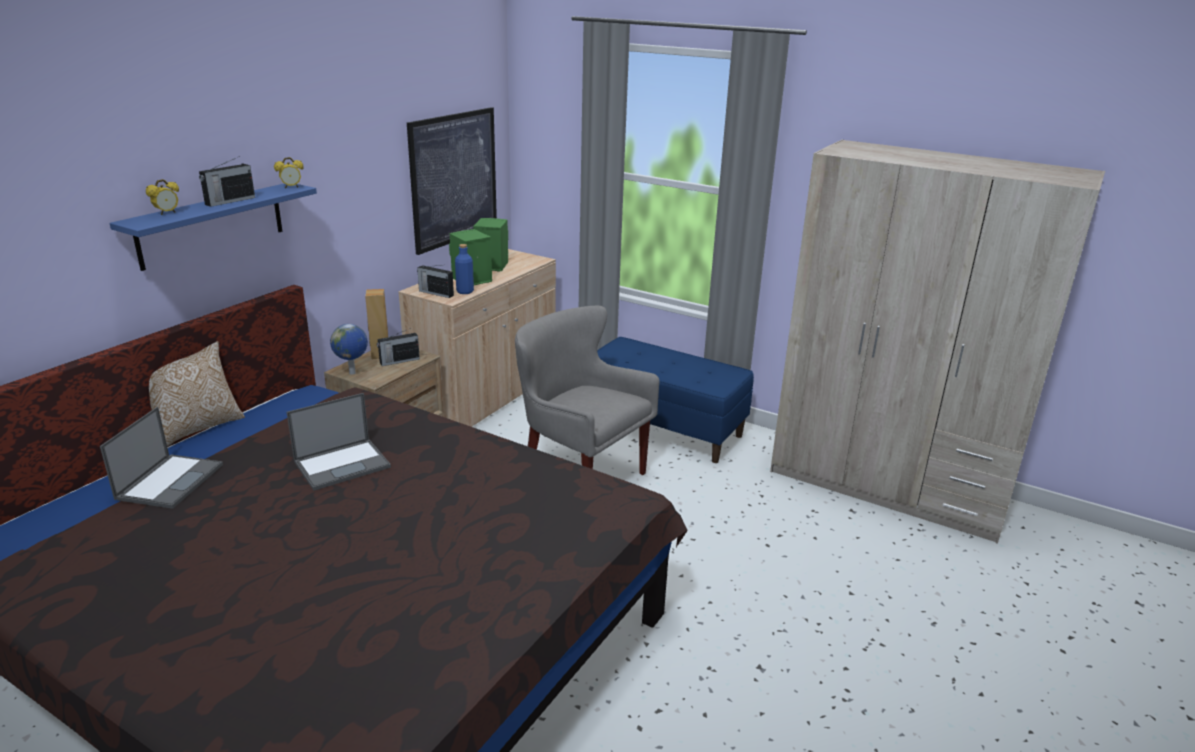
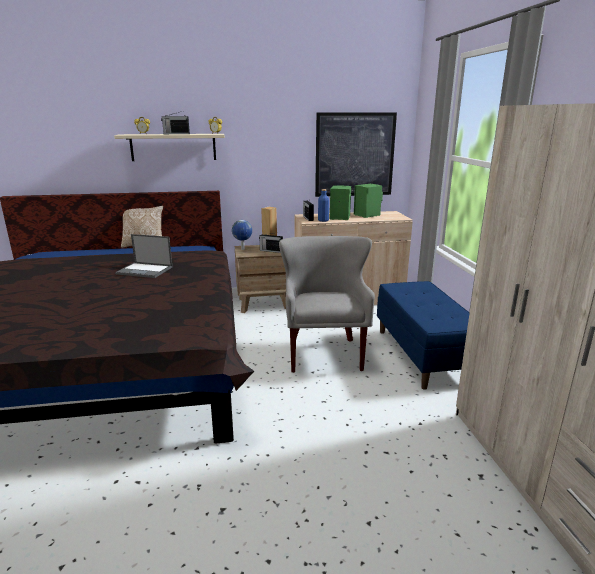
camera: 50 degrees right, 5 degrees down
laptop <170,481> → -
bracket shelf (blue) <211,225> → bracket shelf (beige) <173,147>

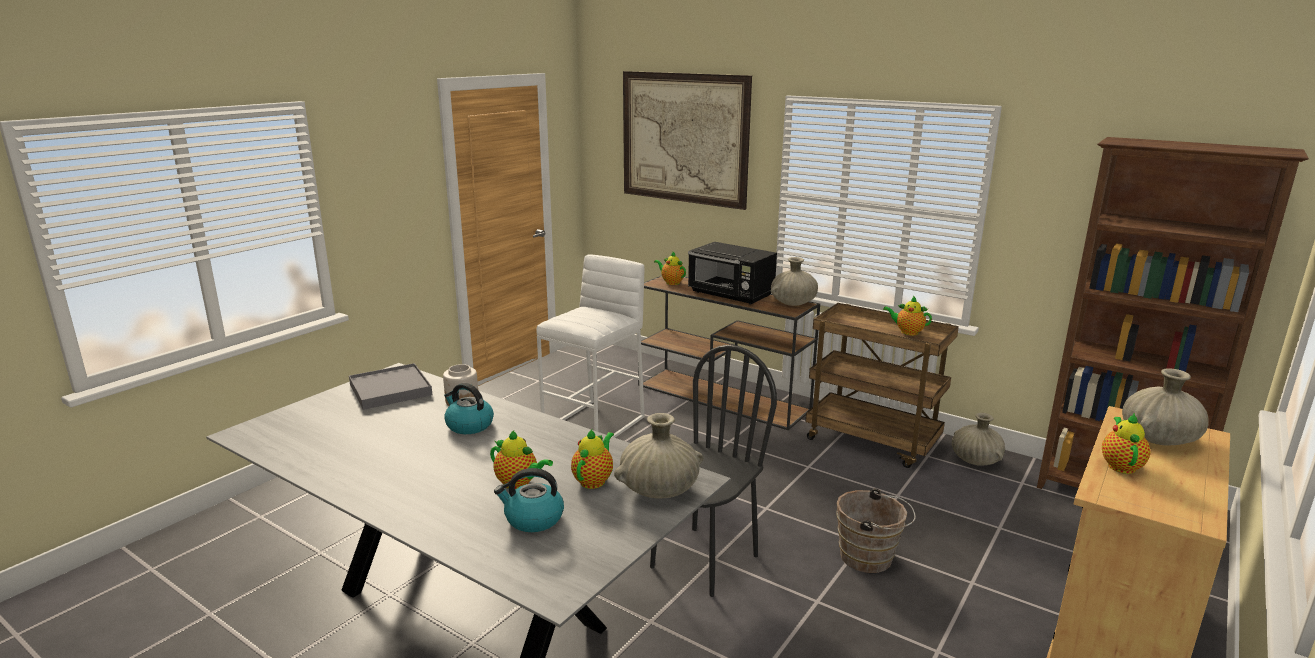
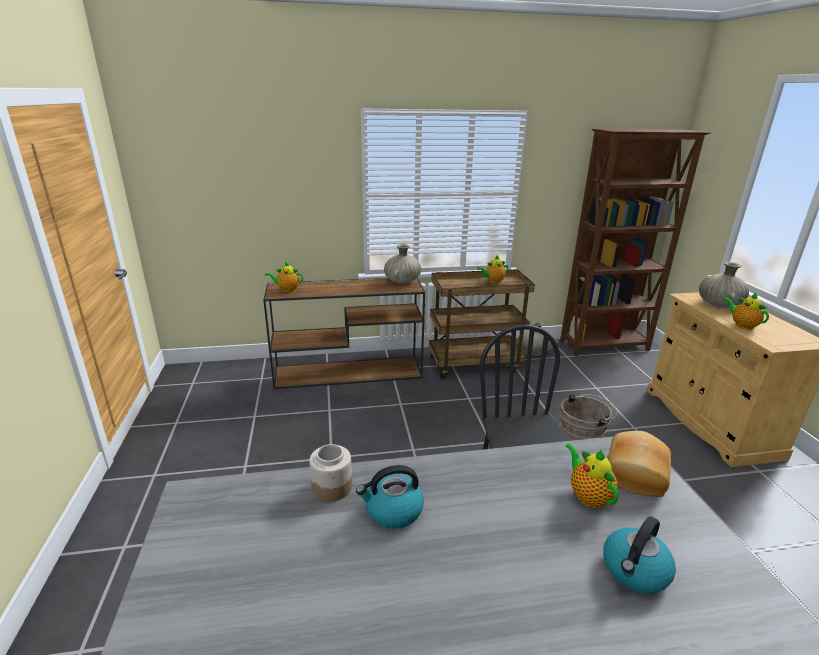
camera: 45 degrees left, 5 degrees up
tray (gray) <390,390> → -
pot for tea <519,484> → -
stool (whitish) <595,424> → -
wall picture <684,138> → -
kitchen microwave (black-coloured) <731,295> → -
vase (beige) <659,490> → baked bread <633,473>

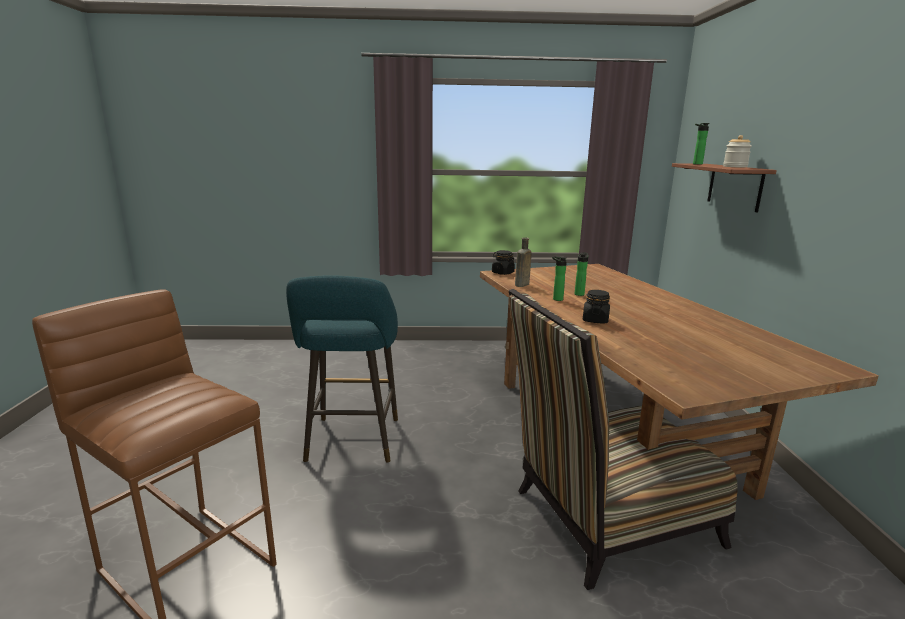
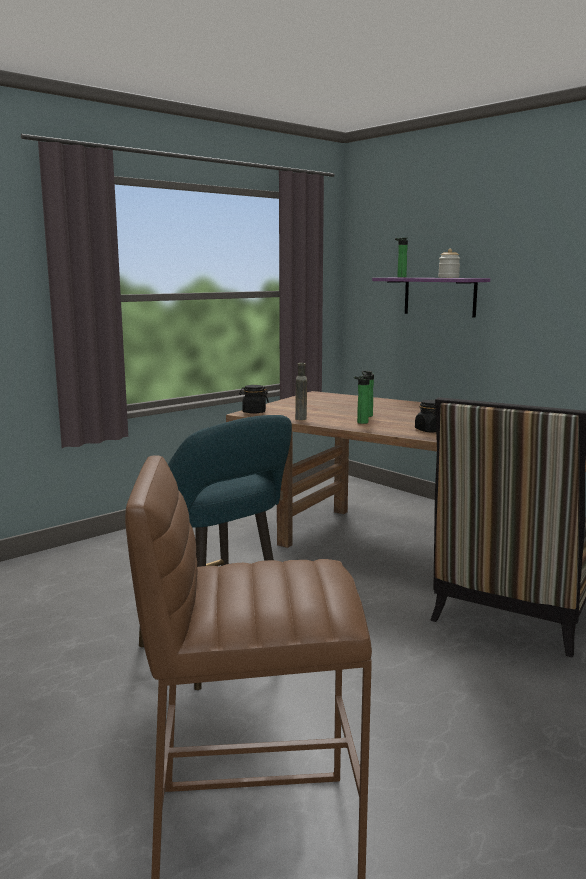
camera: 40 degrees left, 5 degrees down
bracket shelf (brownish) <734,186> → bracket shelf (purple-coloured) <439,296>

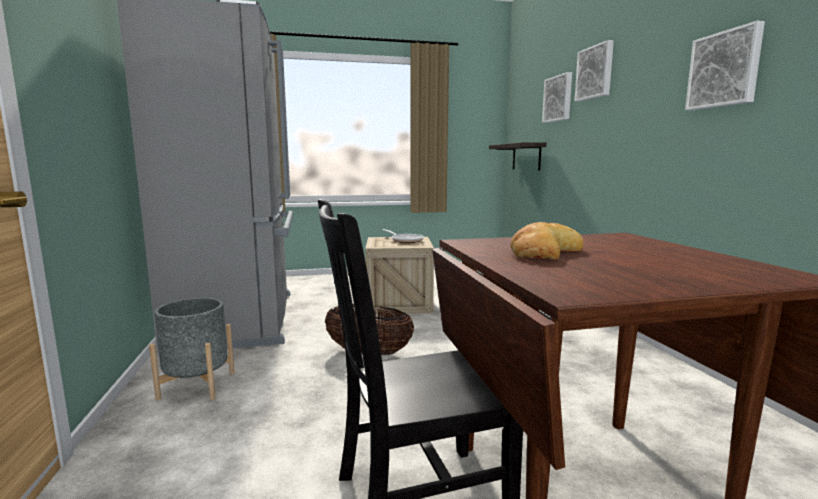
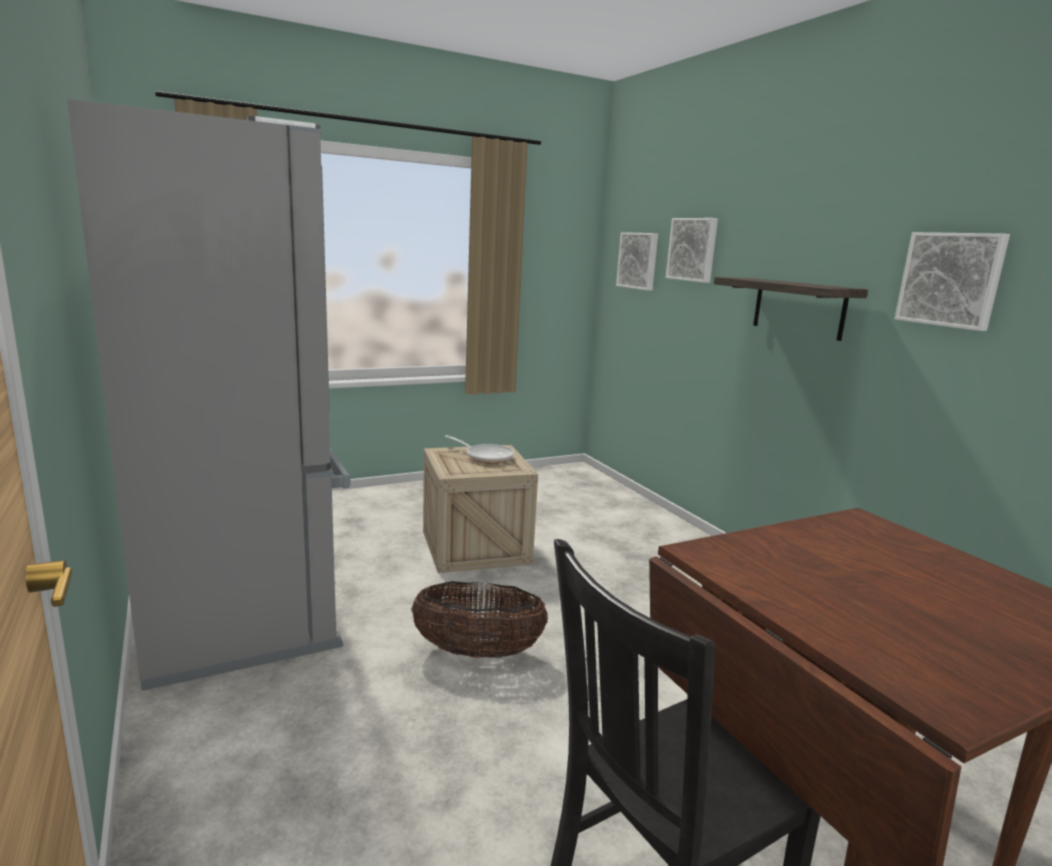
camera: 15 degrees left, 5 degrees up
plant pot (gray) <197,385> → -
baked bread <542,252> → -
bracket shelf <526,157> → bracket shelf <798,308>, moved
wall picture <595,72> → wall picture <638,260>, moved

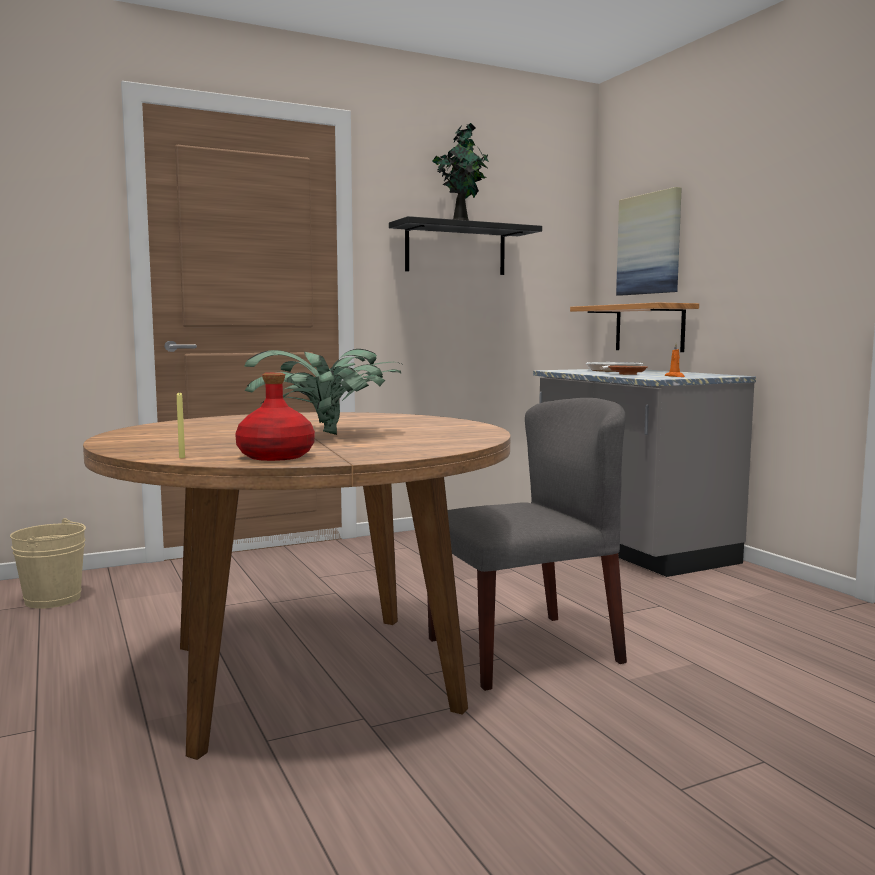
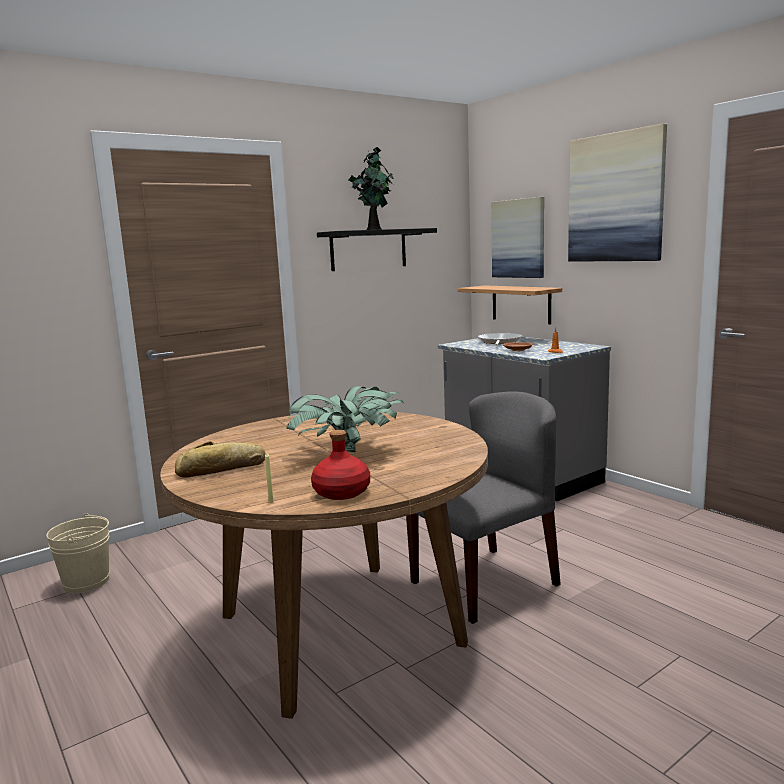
camera: 10 degrees left, 5 degrees up
- → baked bread <222,468>
- → wall picture <616,198>

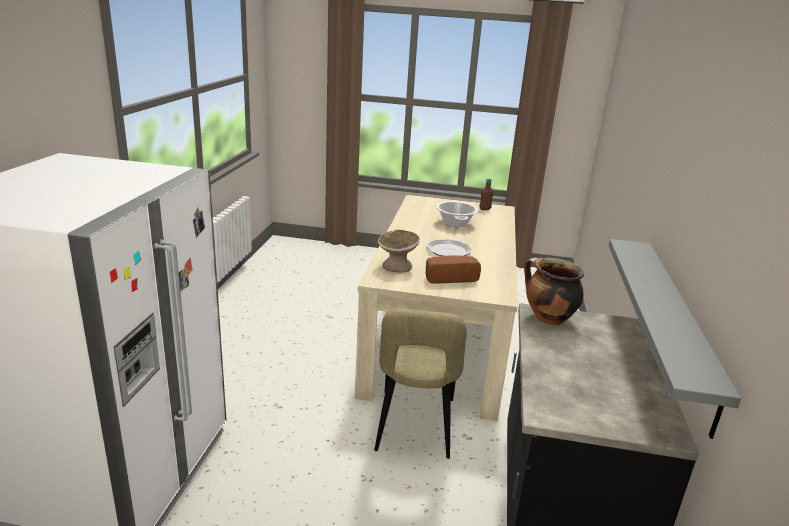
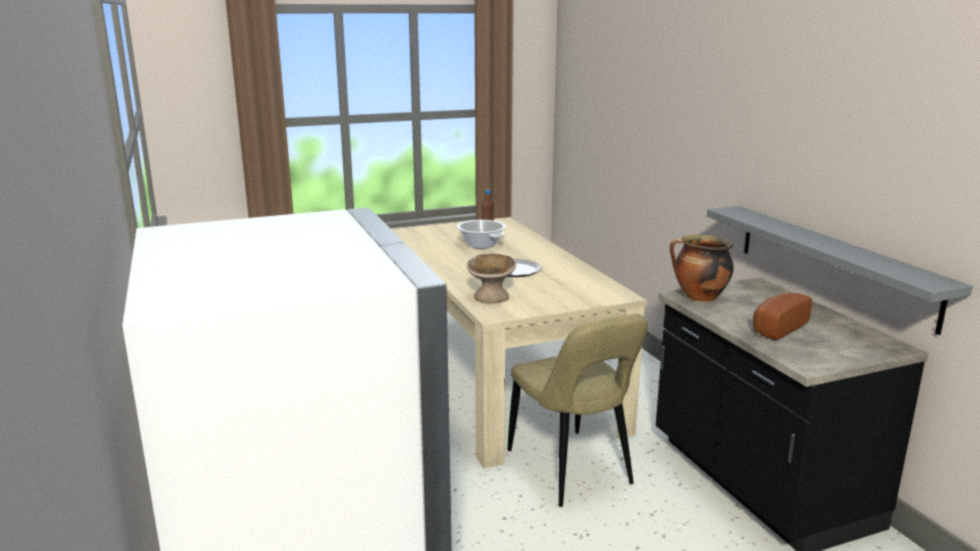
camera: 30 degrees left, 5 degrees down
baked bread <449,278> → baked bread <776,328>, moved

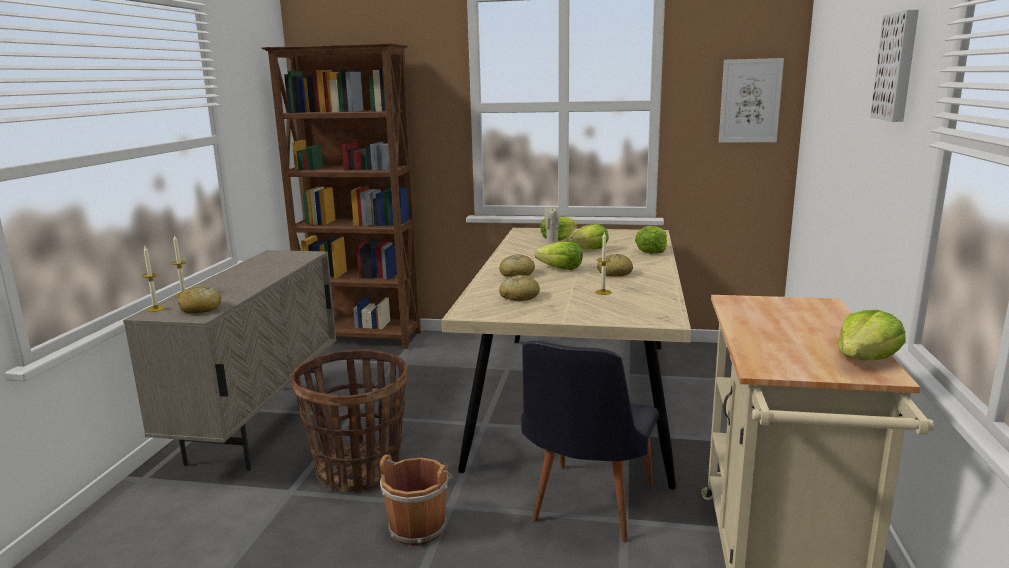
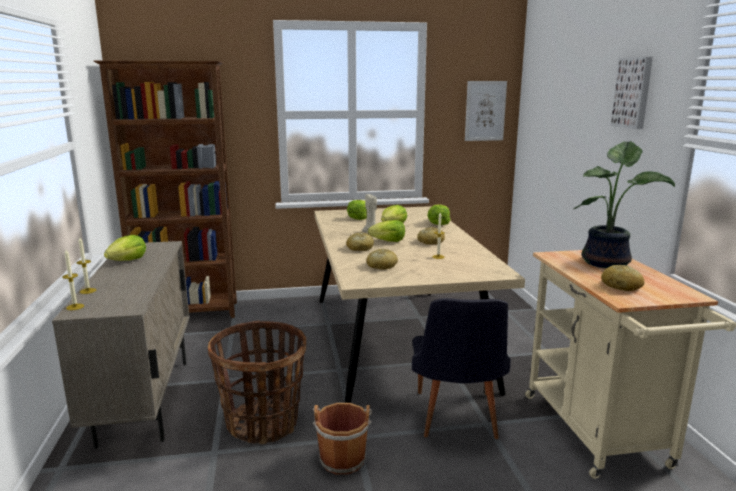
camera: 20 degrees left, 0 degrees up
- → potted plant <608,262>
baked bread <201,309> → baked bread <621,286>, moved
lettuce head <865,360> → lettuce head <128,261>, moved

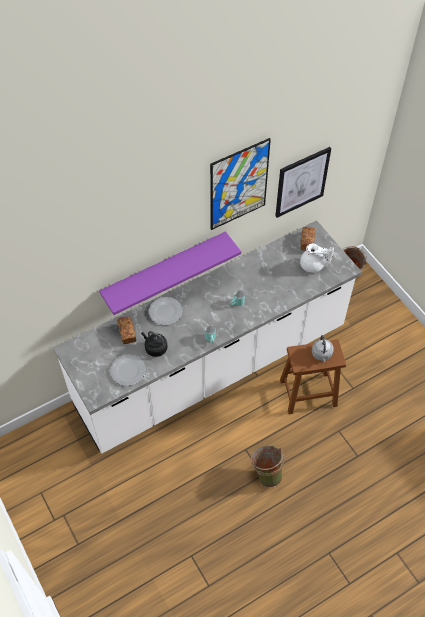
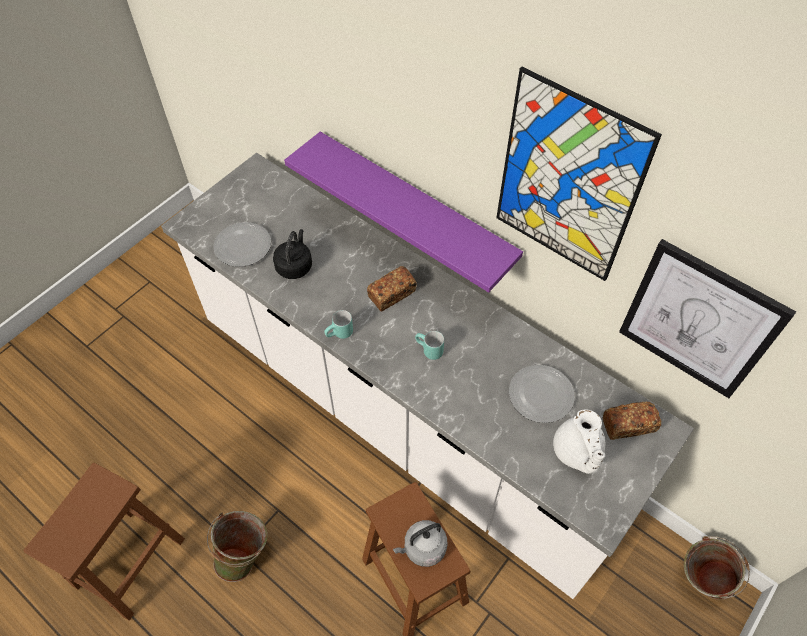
camera: 70 degrees right, 0 degrees up
- → stool (brownish) <128,564>
baked bread <127,333> → baked bread <392,294>, moved
flat dish <165,312> → flat dish <540,394>, moved

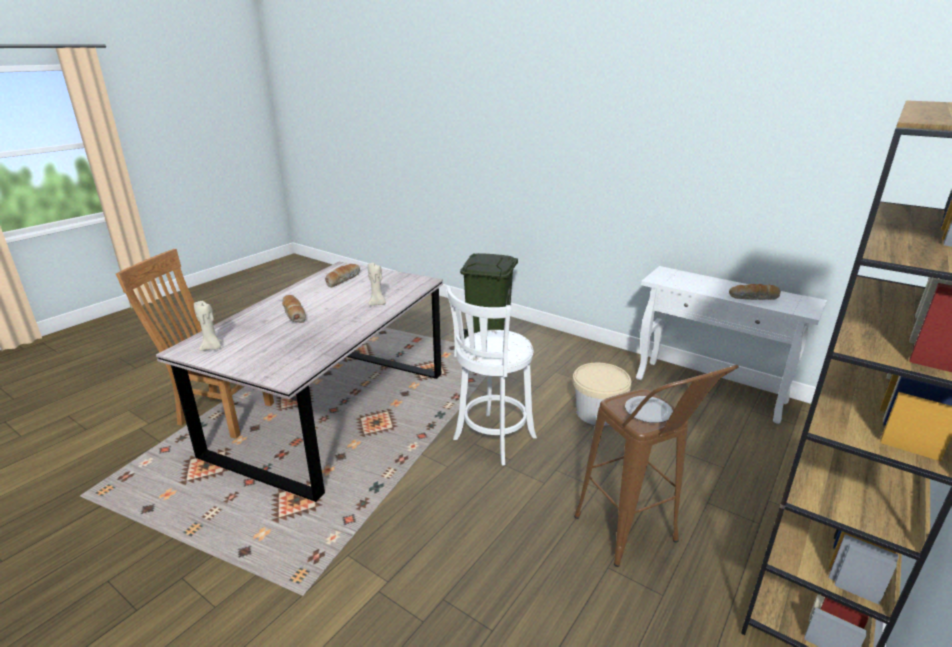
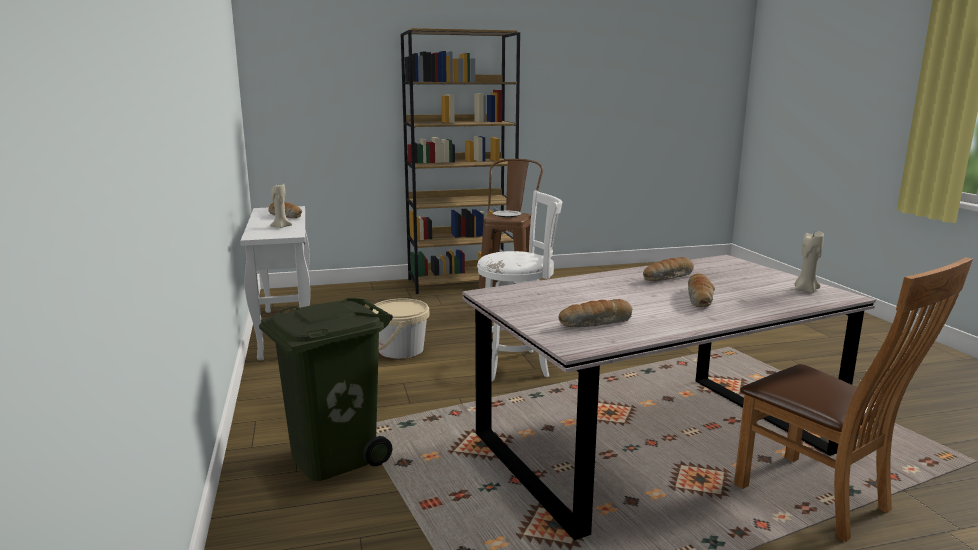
camera: 140 degrees left, 10 degrees down
- → baked bread <668,277>
wax light (beige) <378,304> → wax light (beige) <281,227>, moved

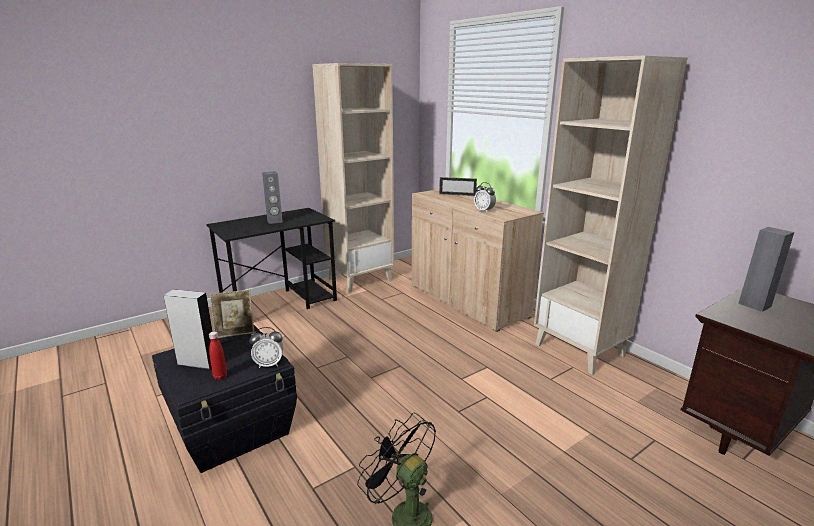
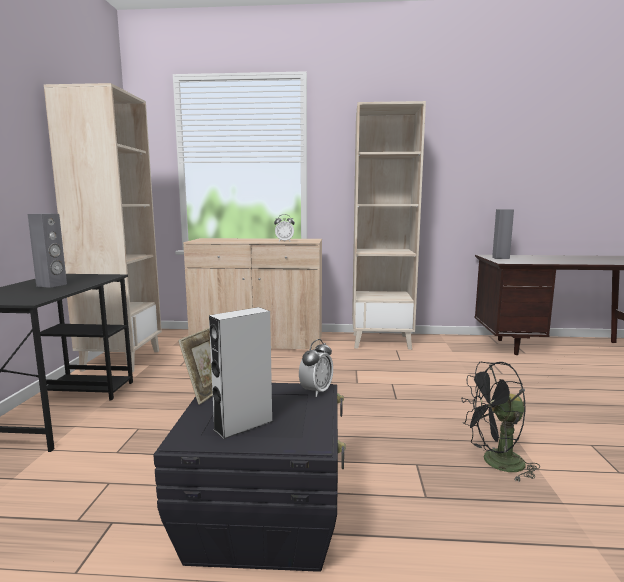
camera: 50 degrees left, 10 degrees down
bottle (red-coloured) <220,376> → -
photo frame <457,194> → -

